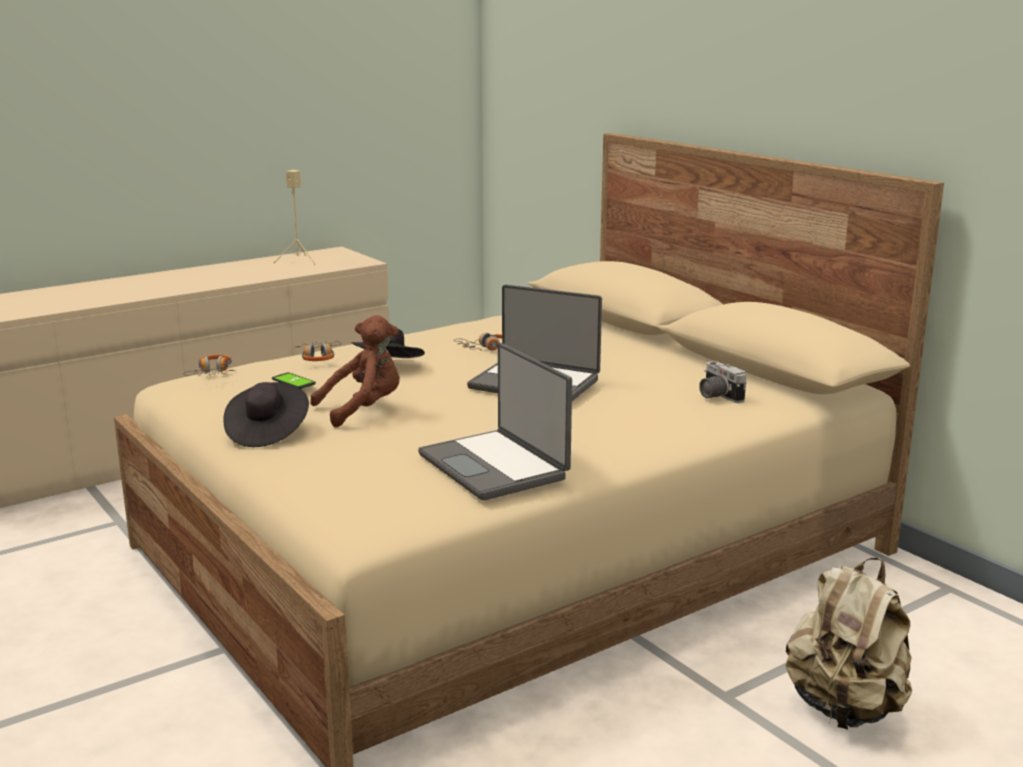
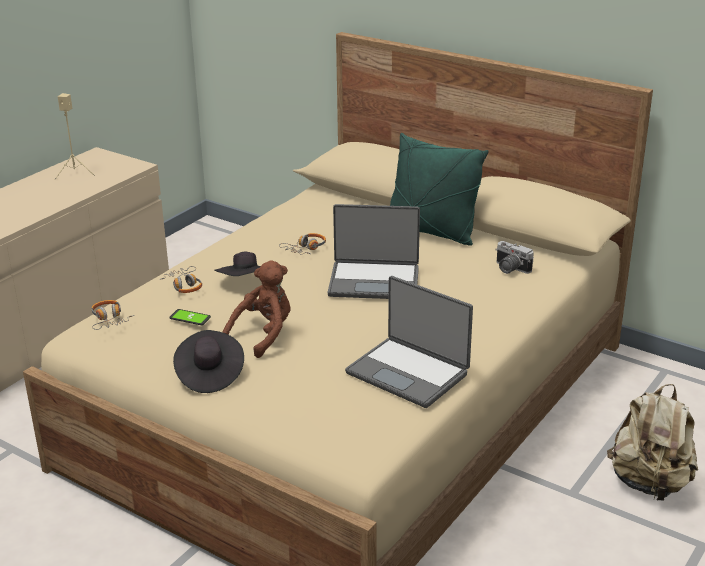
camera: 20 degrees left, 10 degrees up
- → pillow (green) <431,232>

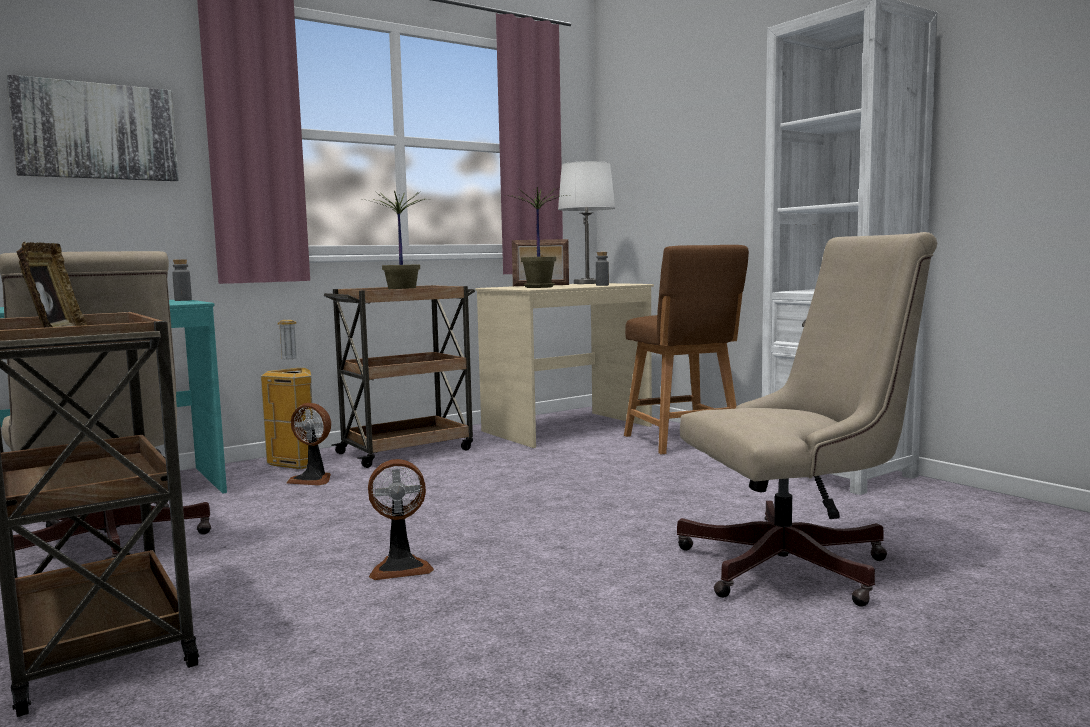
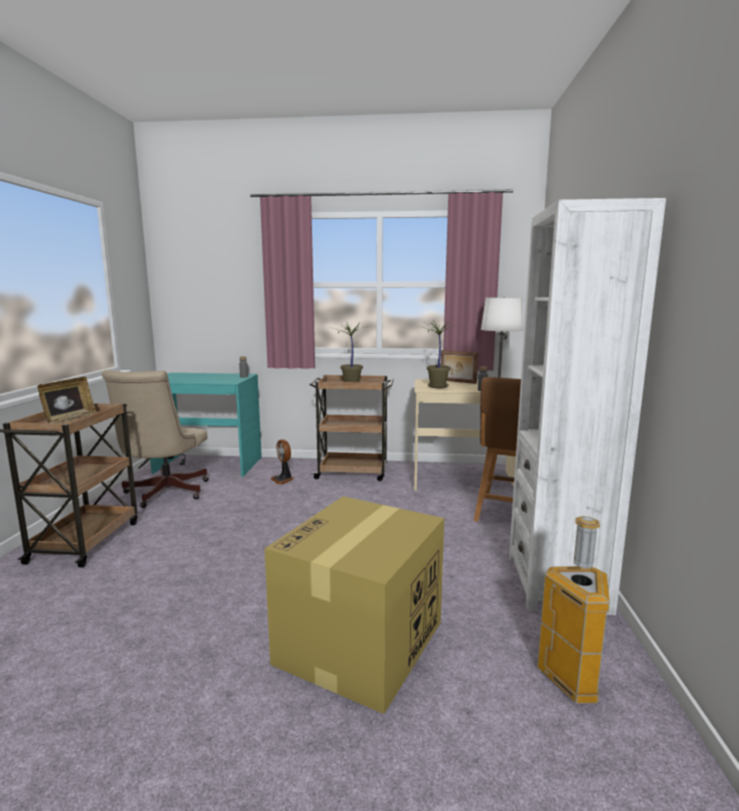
camera: 40 degrees right, 5 degrees up
wall picture <96,131> → -
fan <400,567> → -
trash can <296,464> → trash can <572,681>, moved
desk chair (beige) <799,566> → carton <360,644>

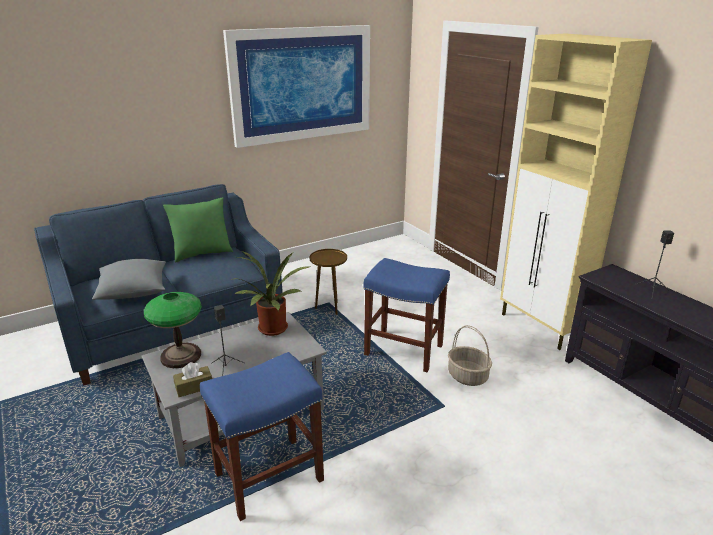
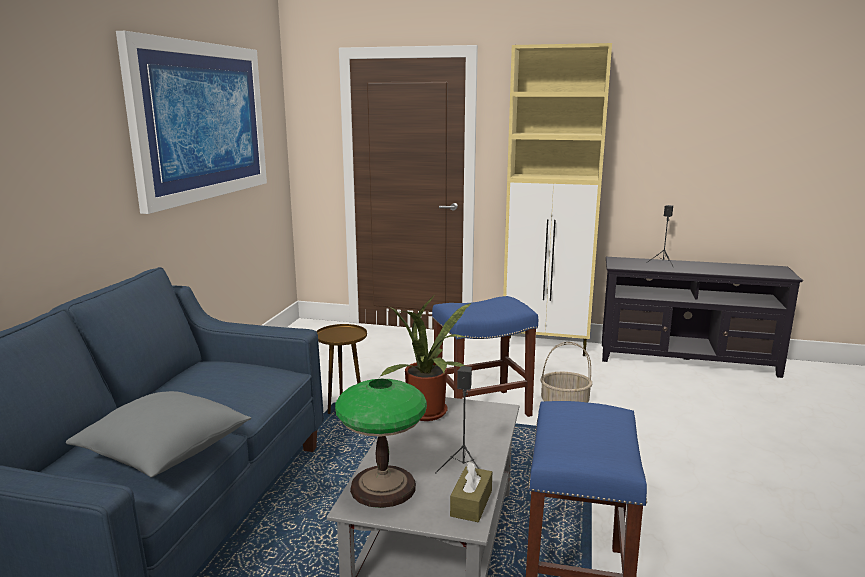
camera: 45 degrees left, 10 degrees down
pillow (green) <202,254> → -

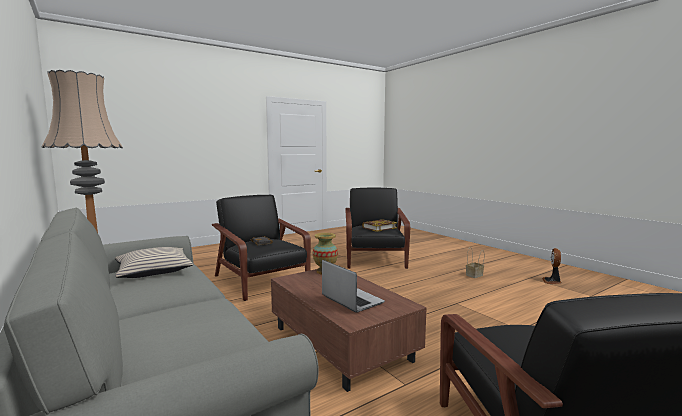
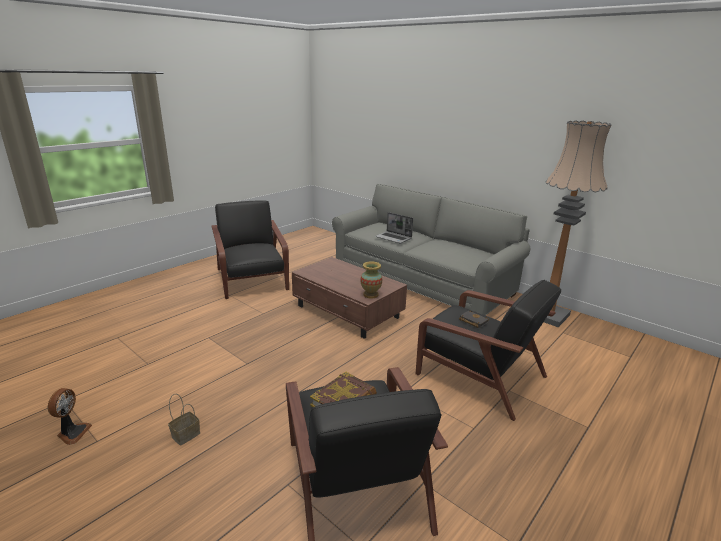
camera: 165 degrees right, 15 degrees up
pillow (beige) <153,271> → -
laptop <351,299> → laptop <394,238>, moved

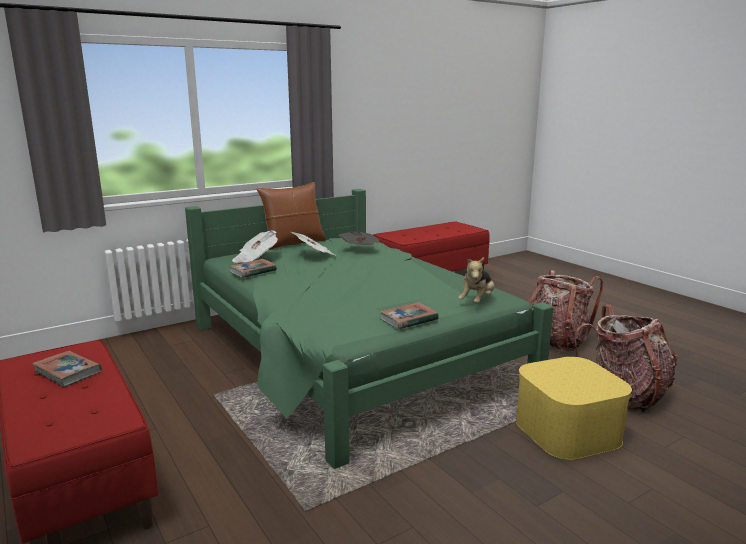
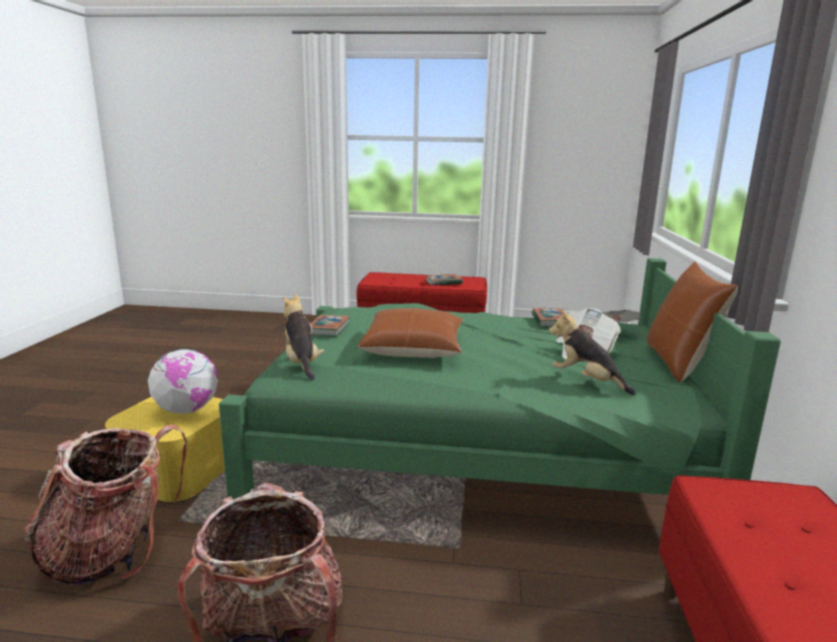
camera: 130 degrees right, 0 degrees up
- → world globe <187,410>
- → pillow (brownish) <413,348>
daily paper <360,250> → cuddly toy <586,381>

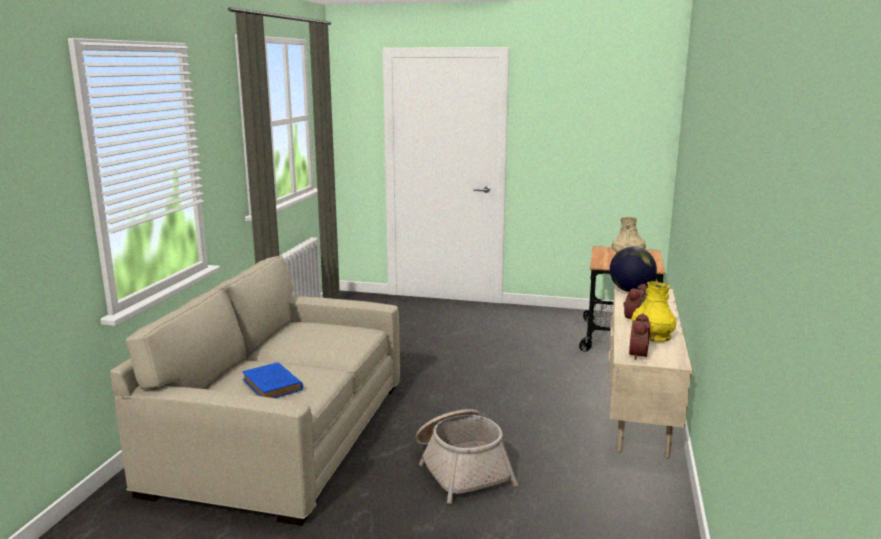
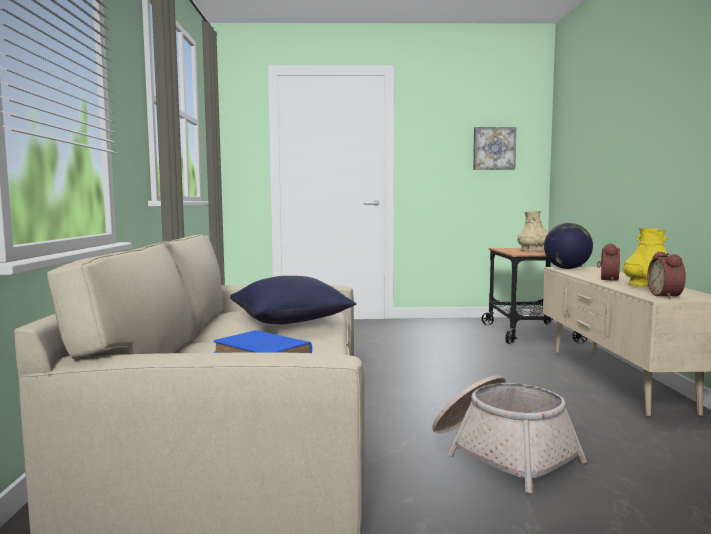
camera: 15 degrees left, 10 degrees down
- → pillow (blue) <290,322>
- → wall picture <493,148>

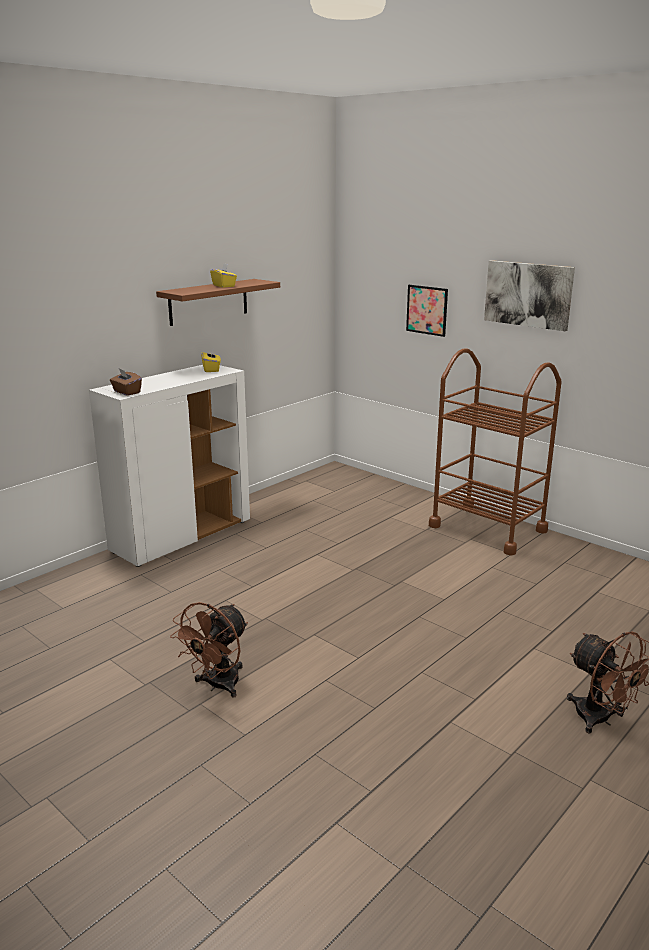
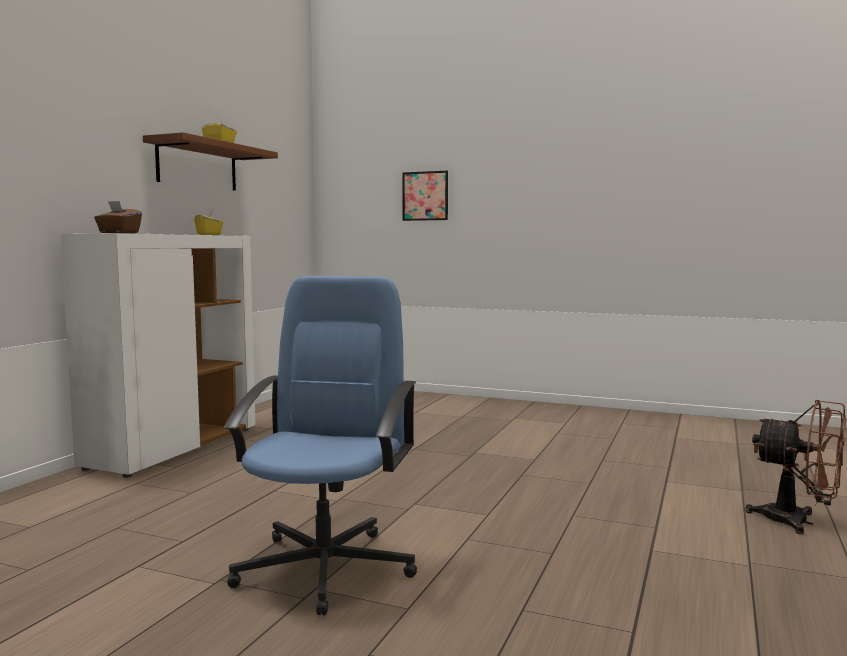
camera: 20 degrees left, 15 degrees down
cart (brownish) <487,528> → -
wall picture <528,294> → -
fan (brownish) <217,686> → desk chair (blue) <326,567>

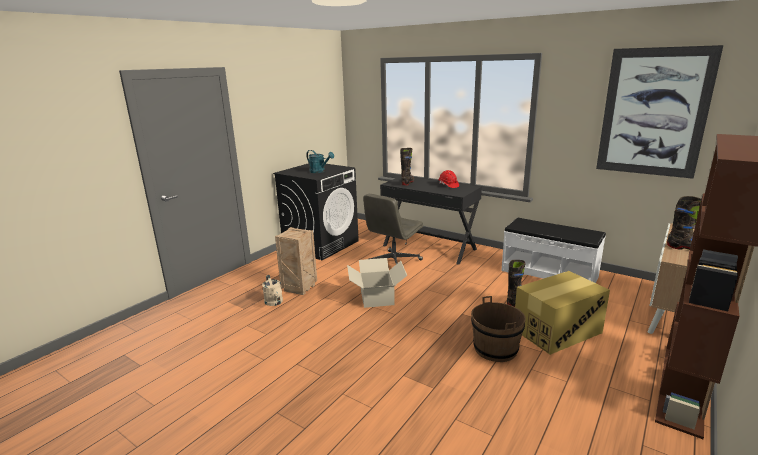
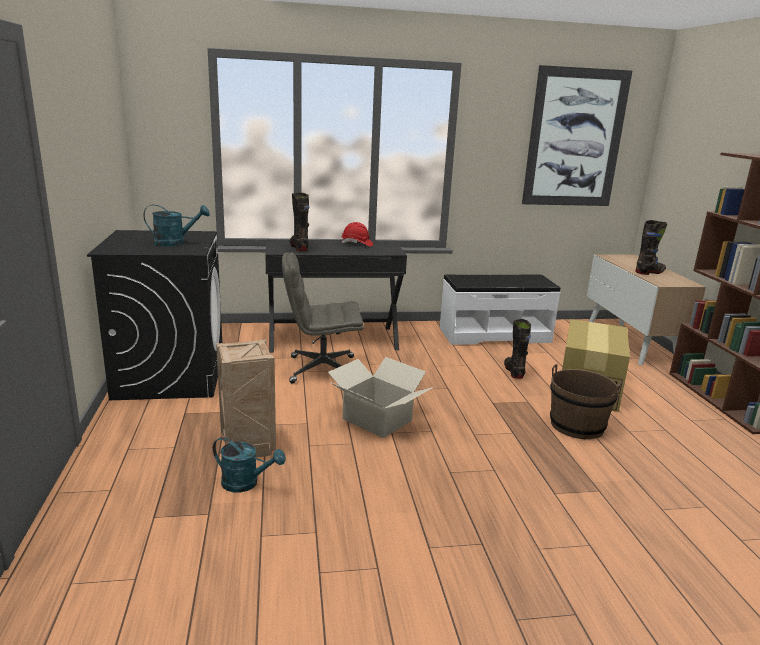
camera: 45 degrees left, 0 degrees up
watering pot (beige) <274,303> → watering pot (blue-green) <246,483>
desk chair (gray) <393,262> → desk chair (gray) <321,370>, 90 degrees clockwise

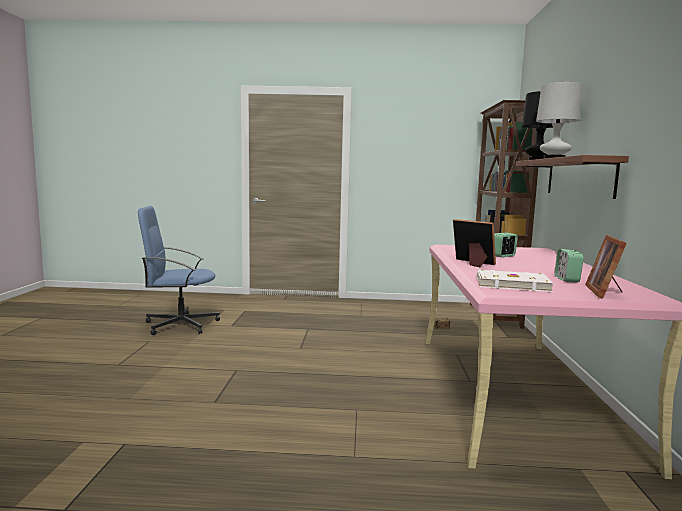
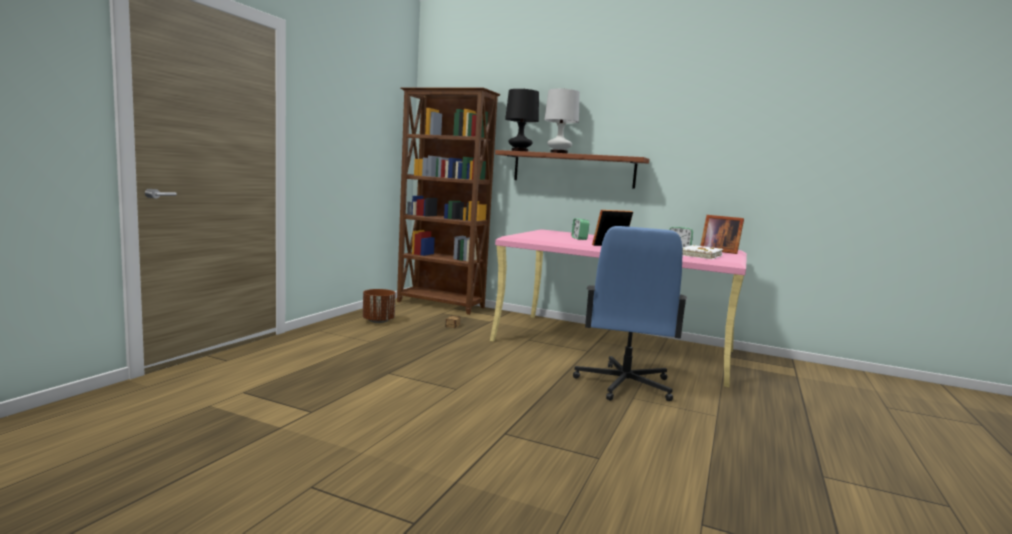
camera: 70 degrees left, 0 degrees up
- → plant pot (brownish) <378,321>
desk chair (blue) <180,324> → desk chair (blue) <624,385>, moved

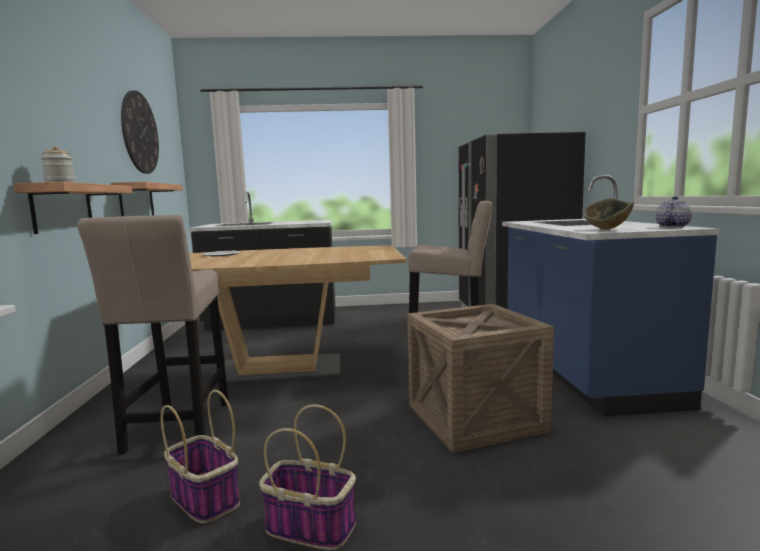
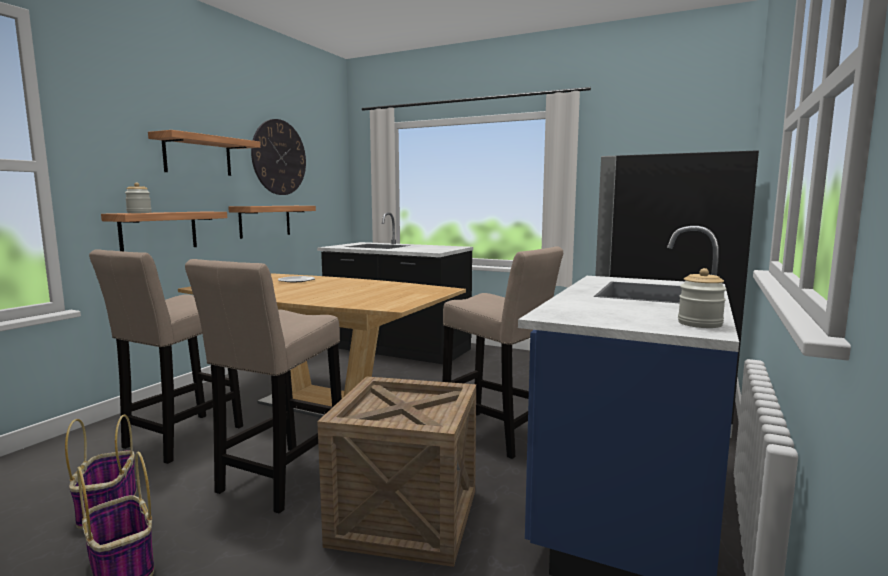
camera: 30 degrees right, 0 degrees up
deep dish <608,229> → -
- → bracket shelf <198,156>
- → stool (beige) <279,480>
pot for tea <672,226> → storage jar <699,324>

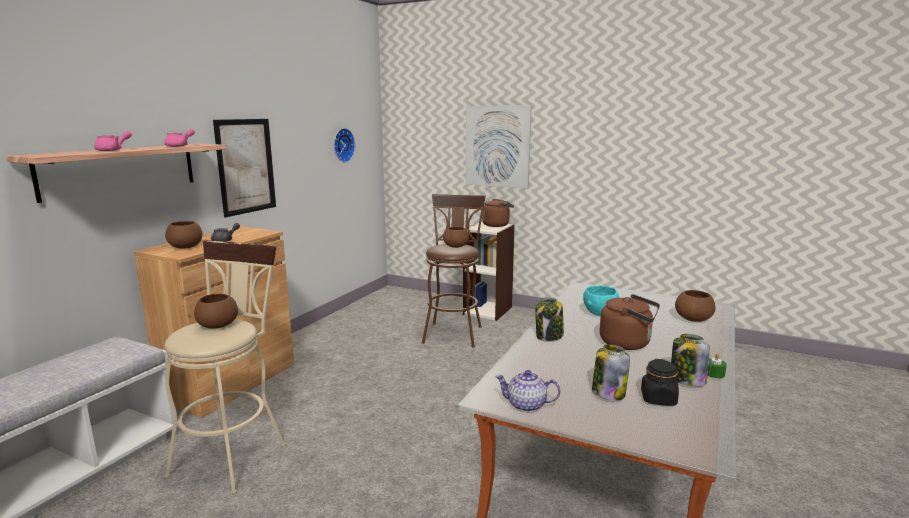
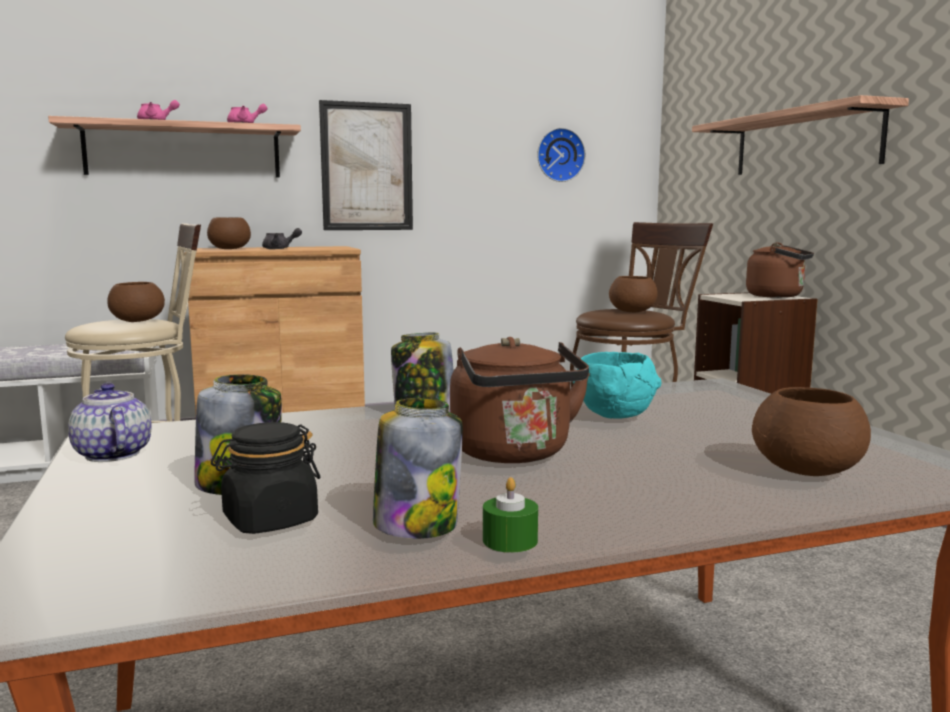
camera: 45 degrees right, 5 degrees down
wall picture <497,146> → bracket shelf <805,142>

